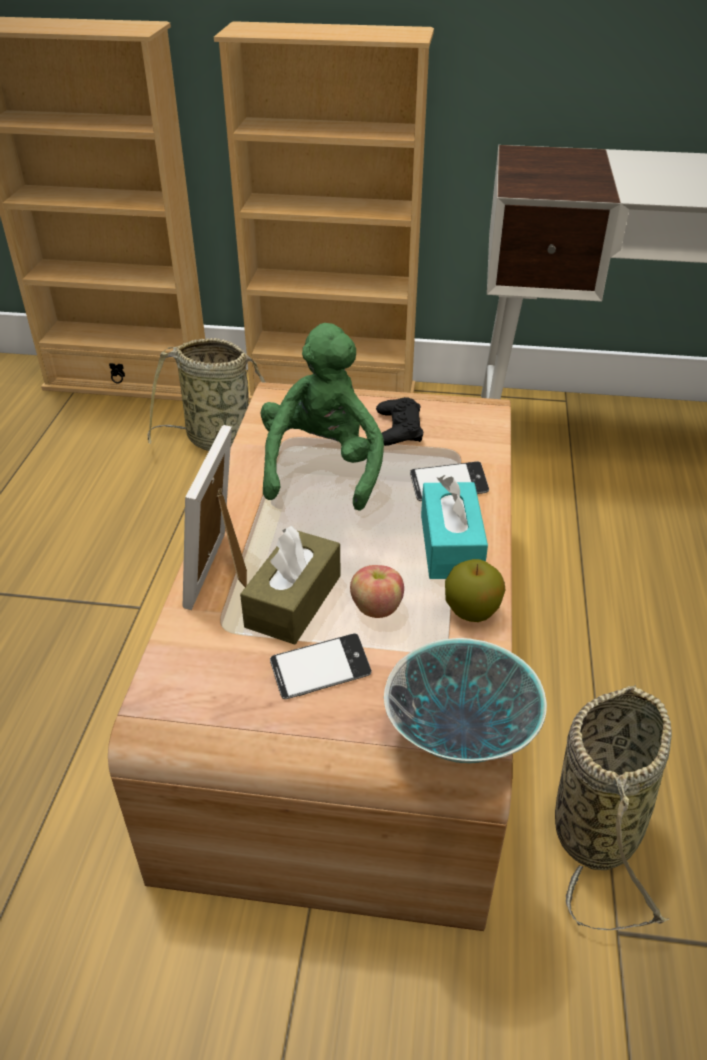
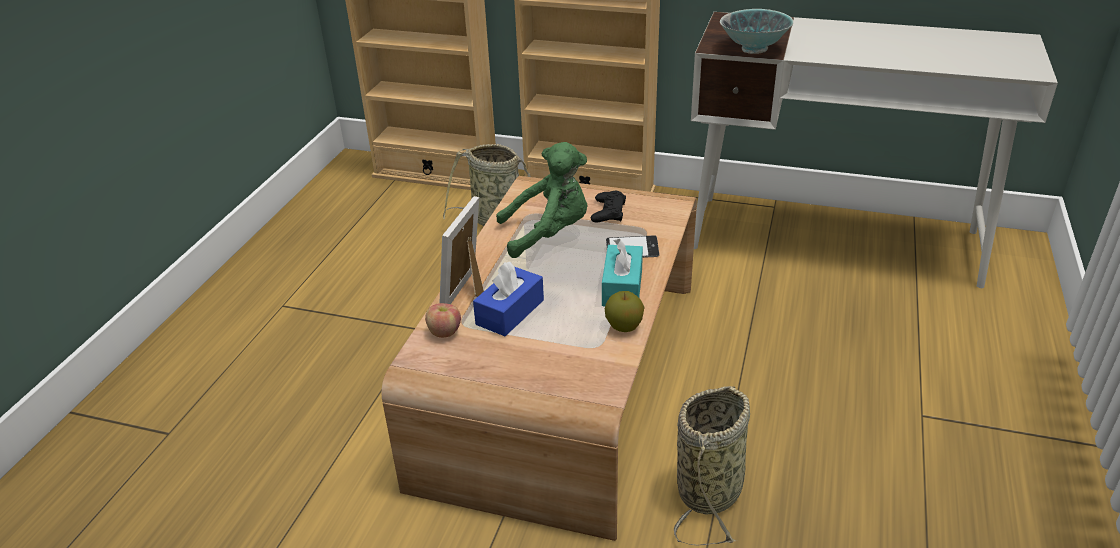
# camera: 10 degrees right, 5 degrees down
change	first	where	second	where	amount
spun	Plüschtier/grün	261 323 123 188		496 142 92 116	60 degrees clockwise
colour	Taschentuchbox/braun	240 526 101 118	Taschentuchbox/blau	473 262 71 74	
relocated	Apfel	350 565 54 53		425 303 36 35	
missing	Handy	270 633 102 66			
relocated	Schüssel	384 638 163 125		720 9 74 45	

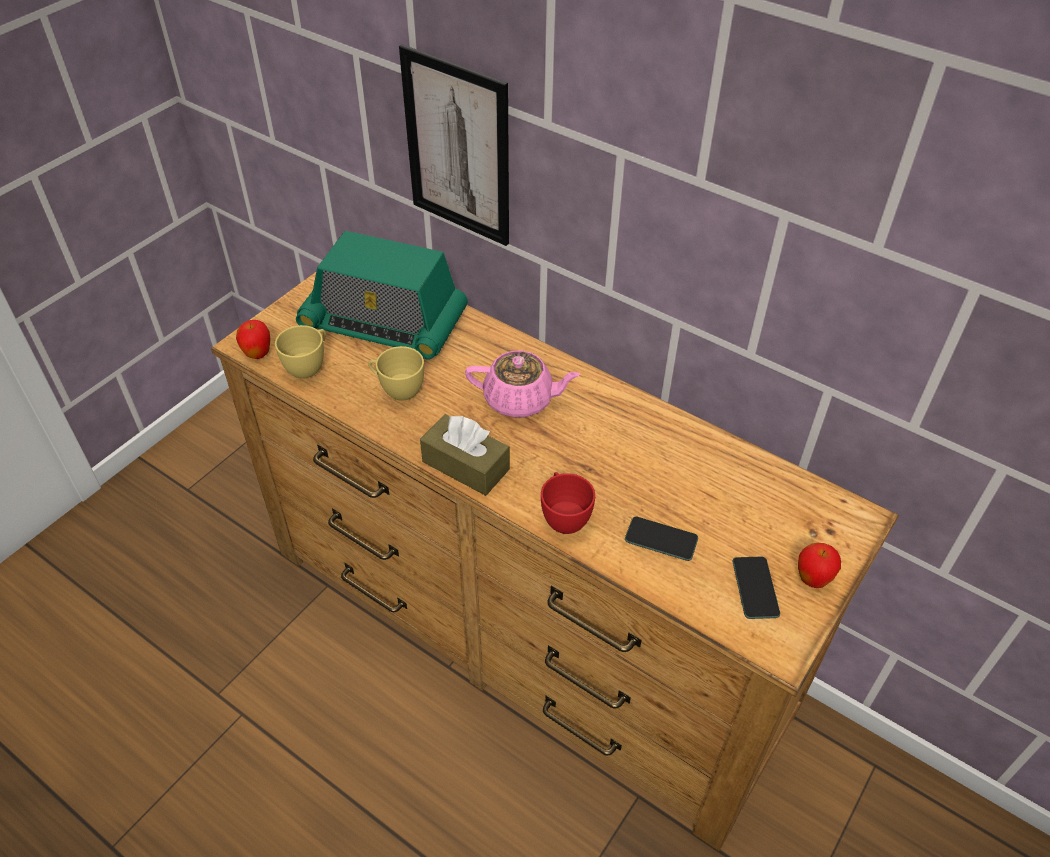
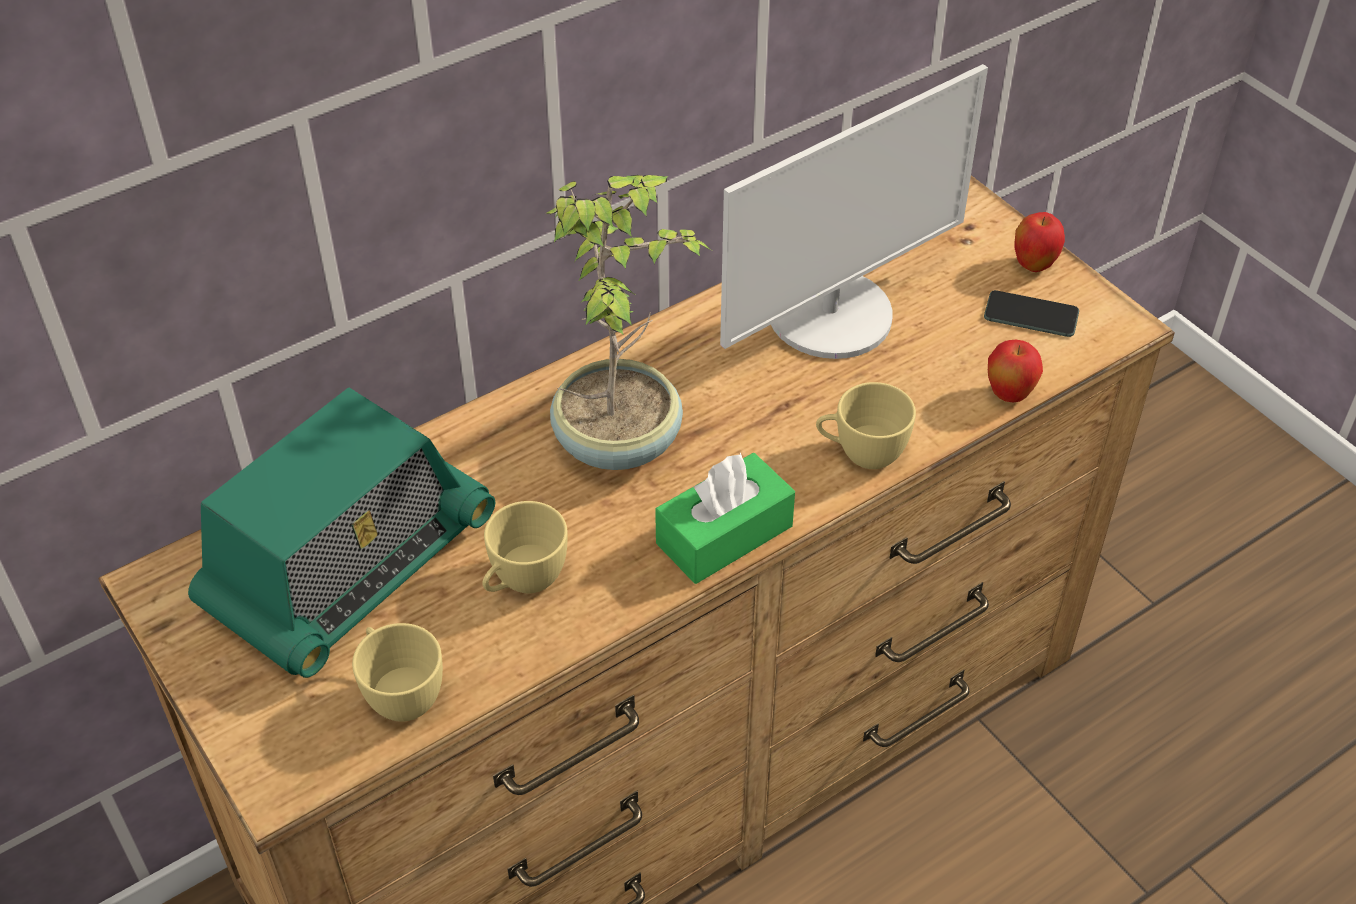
# camera: 70 degrees left, 0 degrees up
change	first	where	second	where	amount
missing	Bild	399 44 110 202			
relocated	Apfel	236 320 35 39		988 340 55 62	
exchanged	Teekanne/rosa	465 350 116 68	Topfpflanze	546 175 165 295	
colour	Taschentuchbox/braun	420 414 90 82	Taschentuchbox/grün	655 452 140 132	
colour	Tasse/rot	541 472 54 62	Tasse/gelb	816 382 100 87	
missing	Handy	625 516 73 45			
appeared			Monitor	720 64 268 295	

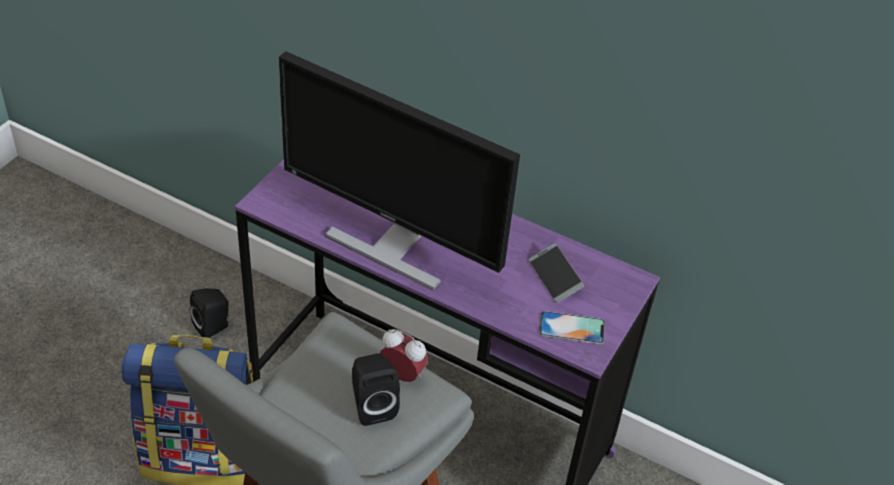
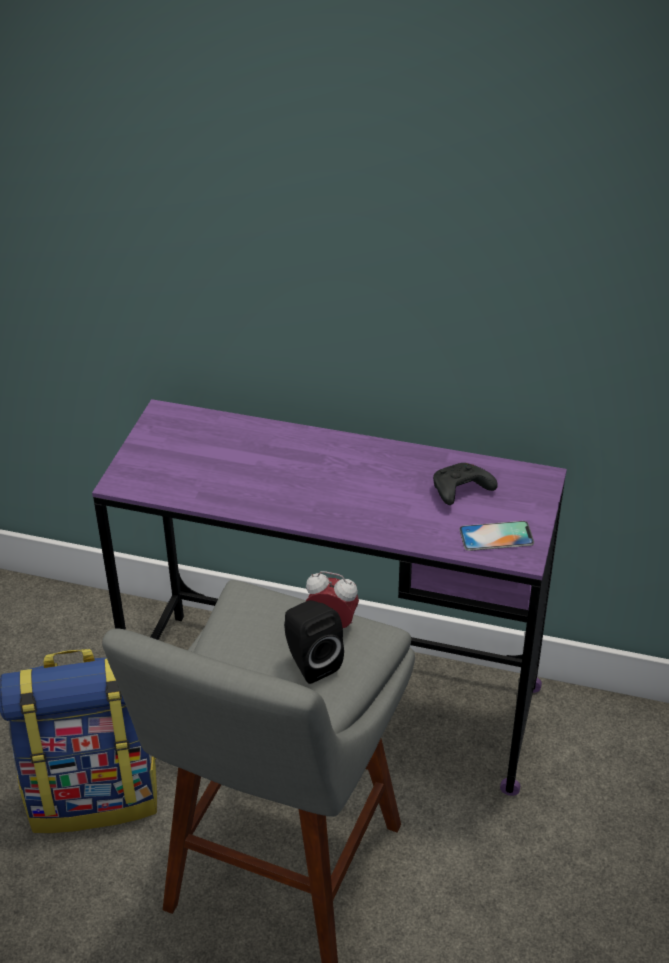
# camera: 10 degrees left, 5 degrees down
change	first	where	second	where	amount
missing	Monitor	279 51 241 240			
exchanged	Handy	529 243 55 60	Gamepad/schwarz	433 463 65 42	
missing	Lautsprecher/schwarz	190 288 39 50			

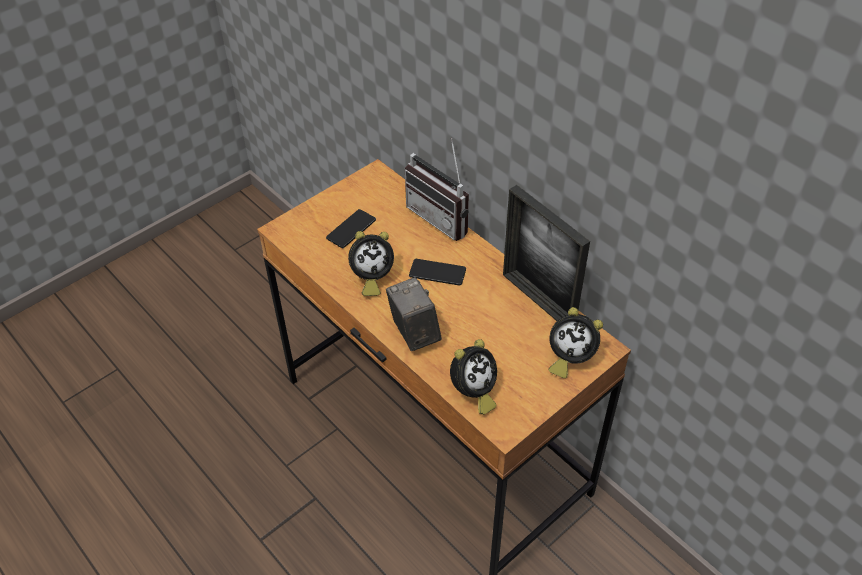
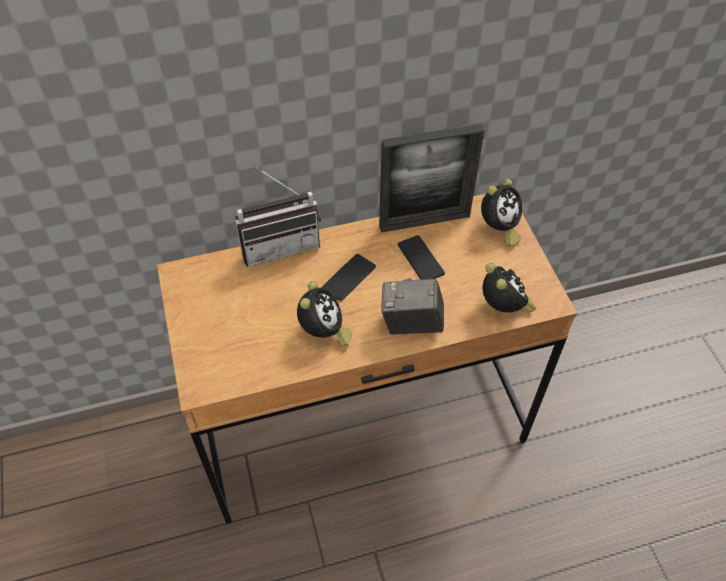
# camera: 65 degrees left, 5 degrees up
change	first	where	second	where	amount
relocated	Handy	326 209 50 39		398 235 47 45	

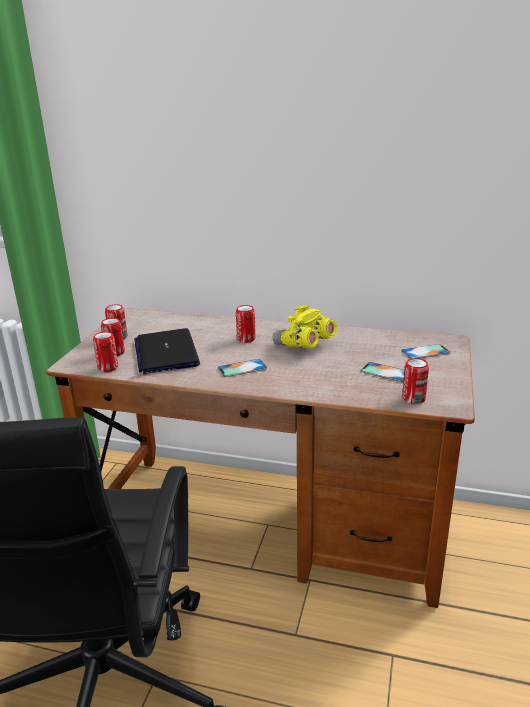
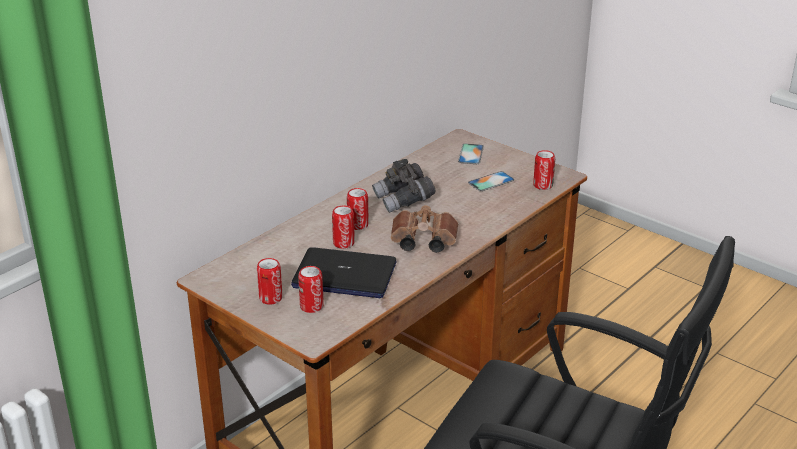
# camera: 65 degrees left, 5 degrees up
change	first	where	second	where	amount
colour	Fernglas/gelb	273 305 64 44	Fernglas/grau	372 159 64 54	
relocated	Dose	93 331 25 41		332 206 23 43	
exchanged	Handy	218 359 49 18	Fernglas/braun	391 205 68 48	

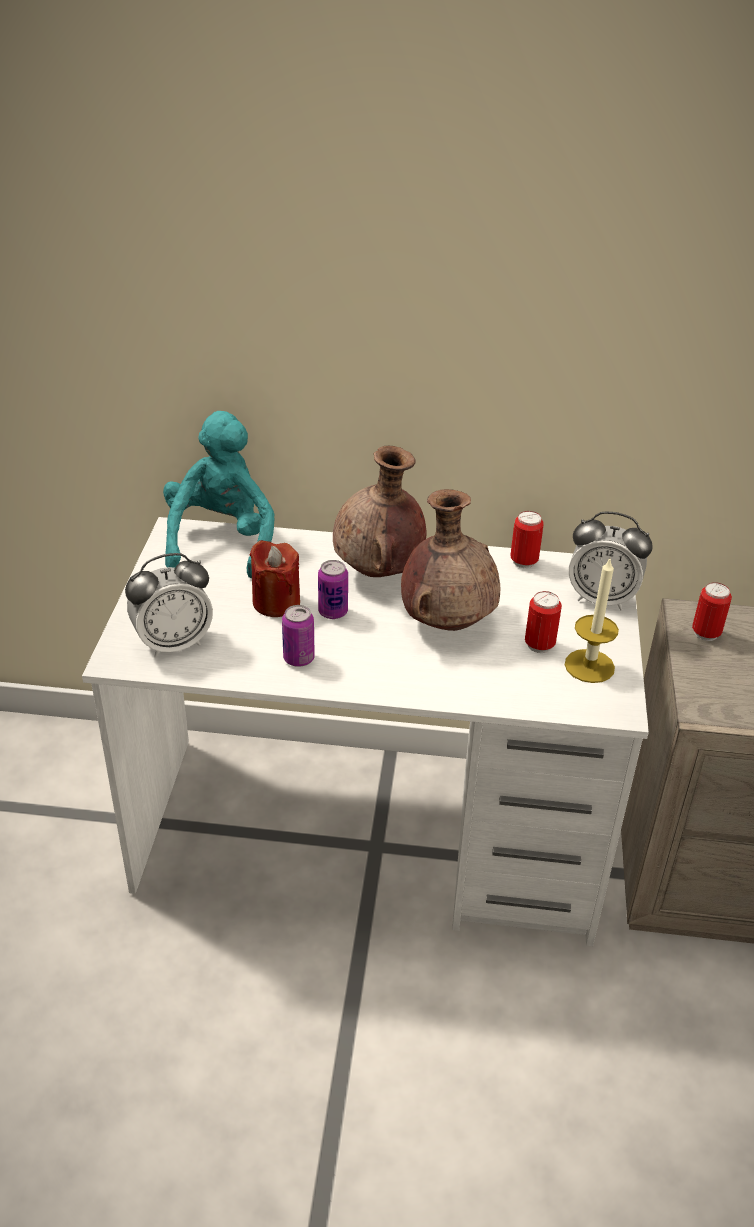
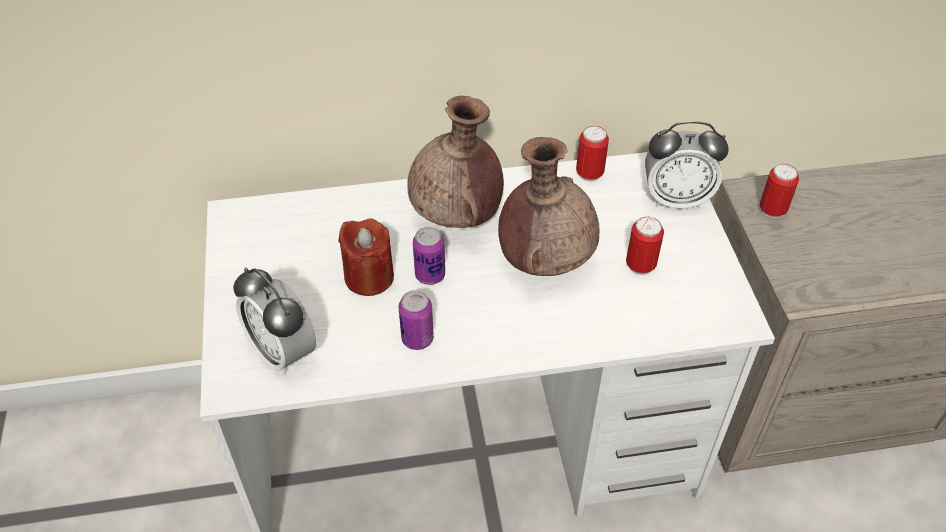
# camera: 15 degrees left, 10 degrees up
change	first	where	second	where	amount
missing	Plüschtier/türkis	163 411 112 167			
spun	Wecker	125 553 88 105		233 267 83 109	90 degrees clockwise
missing	Kerze	565 559 54 124			

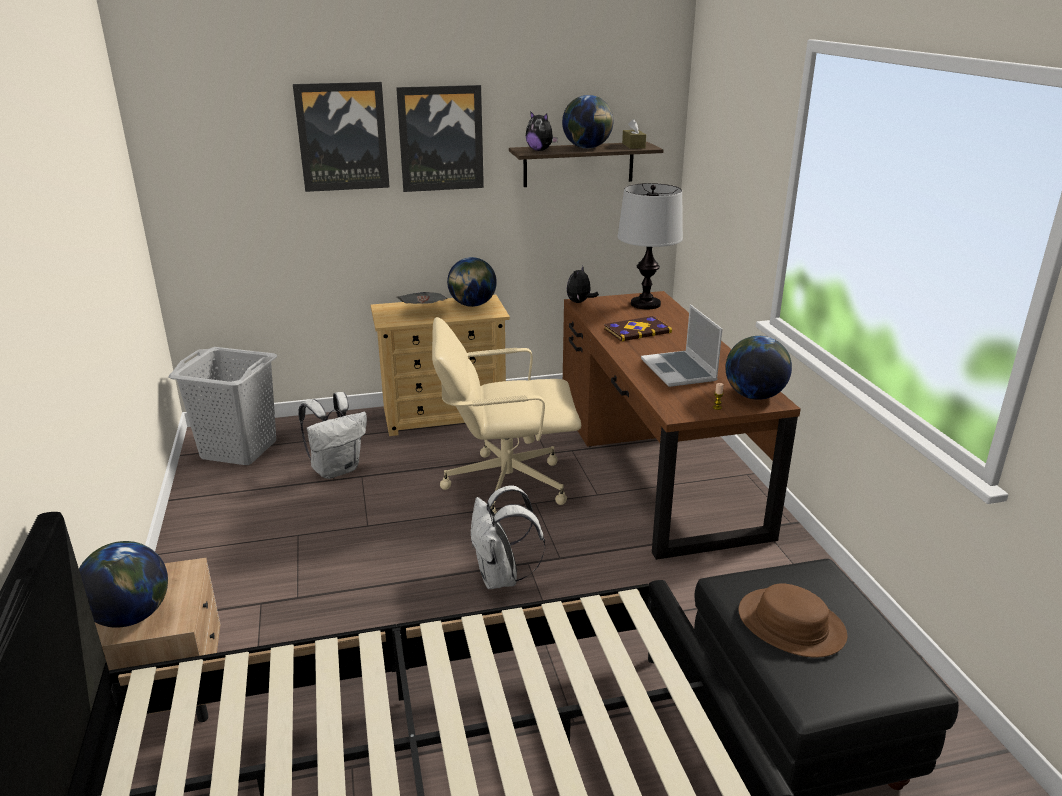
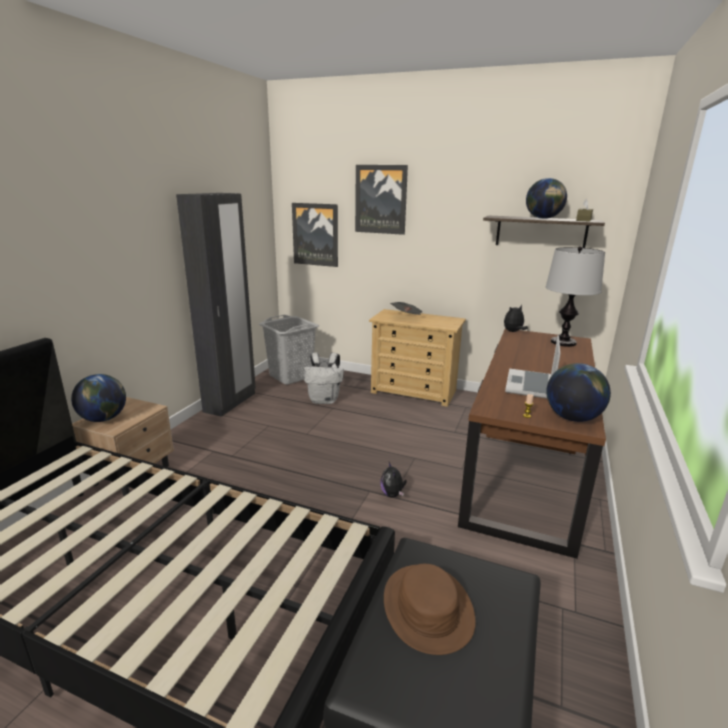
# camera: 35 degrees right, 5 degrees down
change	first	where	second	where	amount
relocated	Bild	396 85 88 107		292 203 46 64	
relocated	Plüschtier	526 111 32 40		380 462 27 35	
missing	Globus	447 257 50 50			
missing	Buch	604 316 68 26			
missing	Bürostuhl/beige	432 317 149 197			
missing	Rucksack/weiß	471 485 74 104			
appeared			Kleiderschrank/schwarz	176 193 80 224	

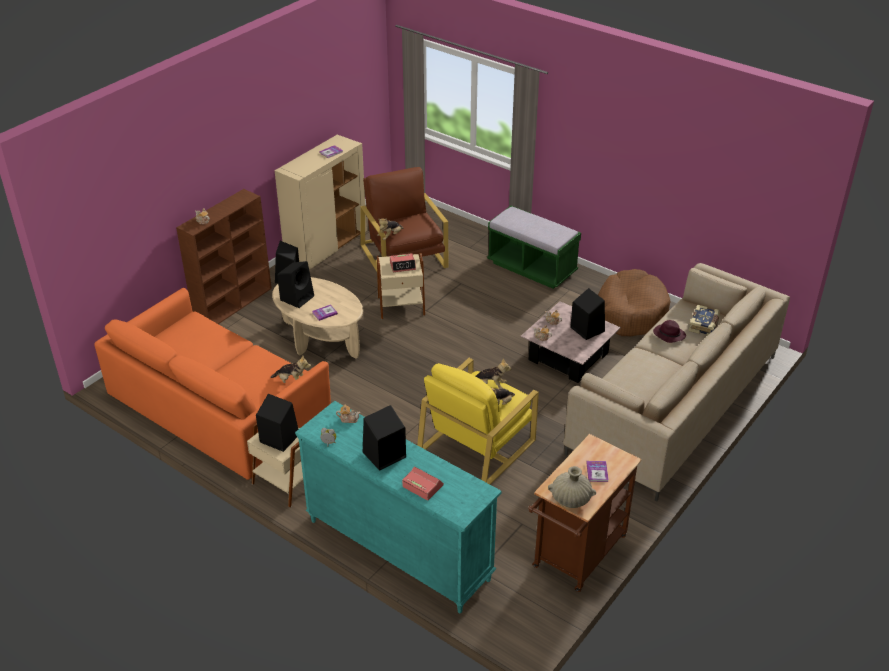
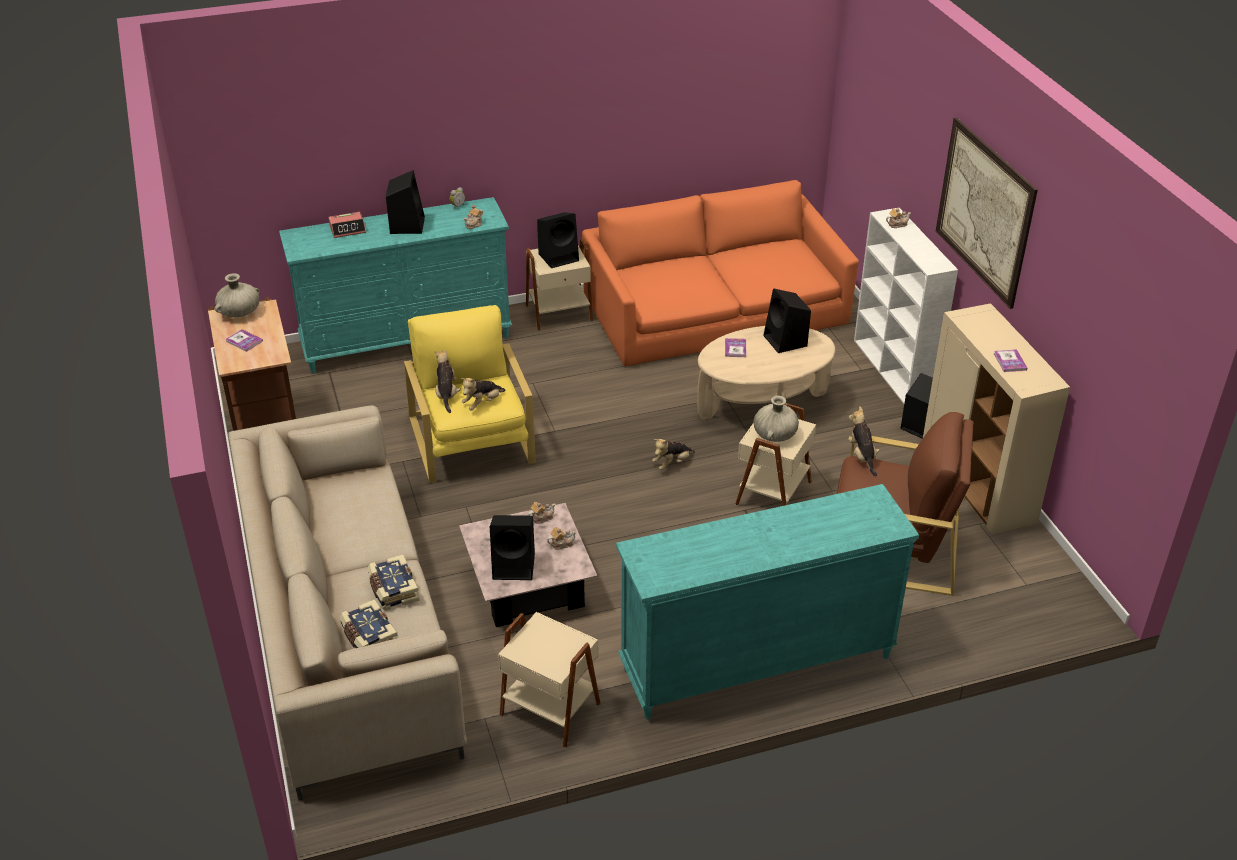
# camera: 125 degrees right, 0 degrees up
change	first	where	second	where	amount
colour	Bücherregal/braun	176 189 96 135	Bücherregal/weiß	854 208 104 196	
exchanged	Bank/grün	487 206 94 83	Kommode/türkis	616 484 303 236	
exchanged	Wecker	390 253 26 19	Vase/beige	753 396 46 46	
exchanged	Hundebett/braun	598 269 72 68	Beistelltisch/beige	498 612 103 136	
exchanged	Hut/lila	653 320 33 23	Buch	368 555 52 56	
relocated	Plüschtier	270 356 41 27		652 439 43 31	
appeared			Bild	936 117 102 192	

